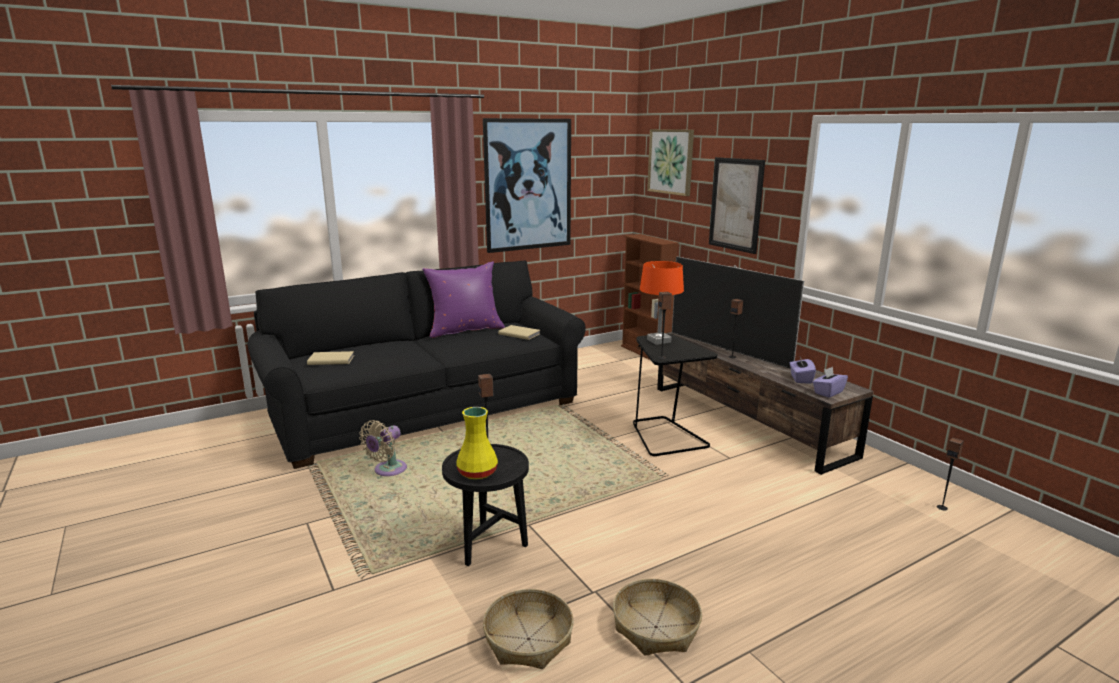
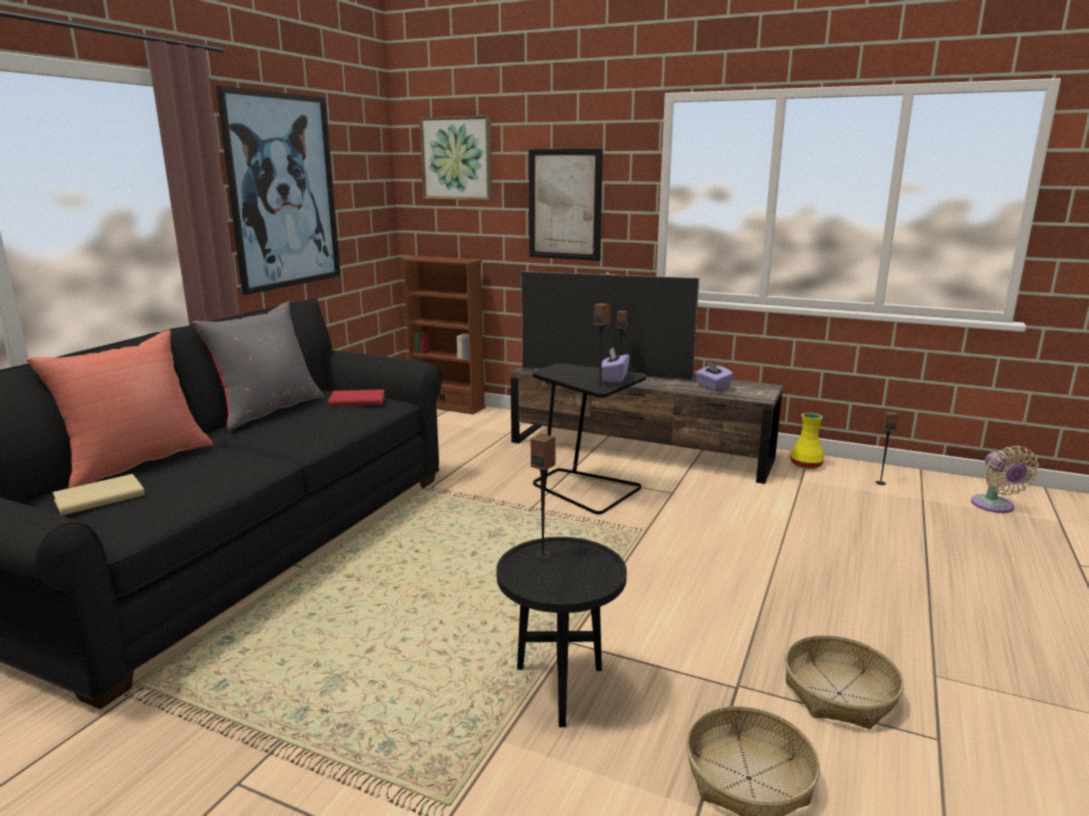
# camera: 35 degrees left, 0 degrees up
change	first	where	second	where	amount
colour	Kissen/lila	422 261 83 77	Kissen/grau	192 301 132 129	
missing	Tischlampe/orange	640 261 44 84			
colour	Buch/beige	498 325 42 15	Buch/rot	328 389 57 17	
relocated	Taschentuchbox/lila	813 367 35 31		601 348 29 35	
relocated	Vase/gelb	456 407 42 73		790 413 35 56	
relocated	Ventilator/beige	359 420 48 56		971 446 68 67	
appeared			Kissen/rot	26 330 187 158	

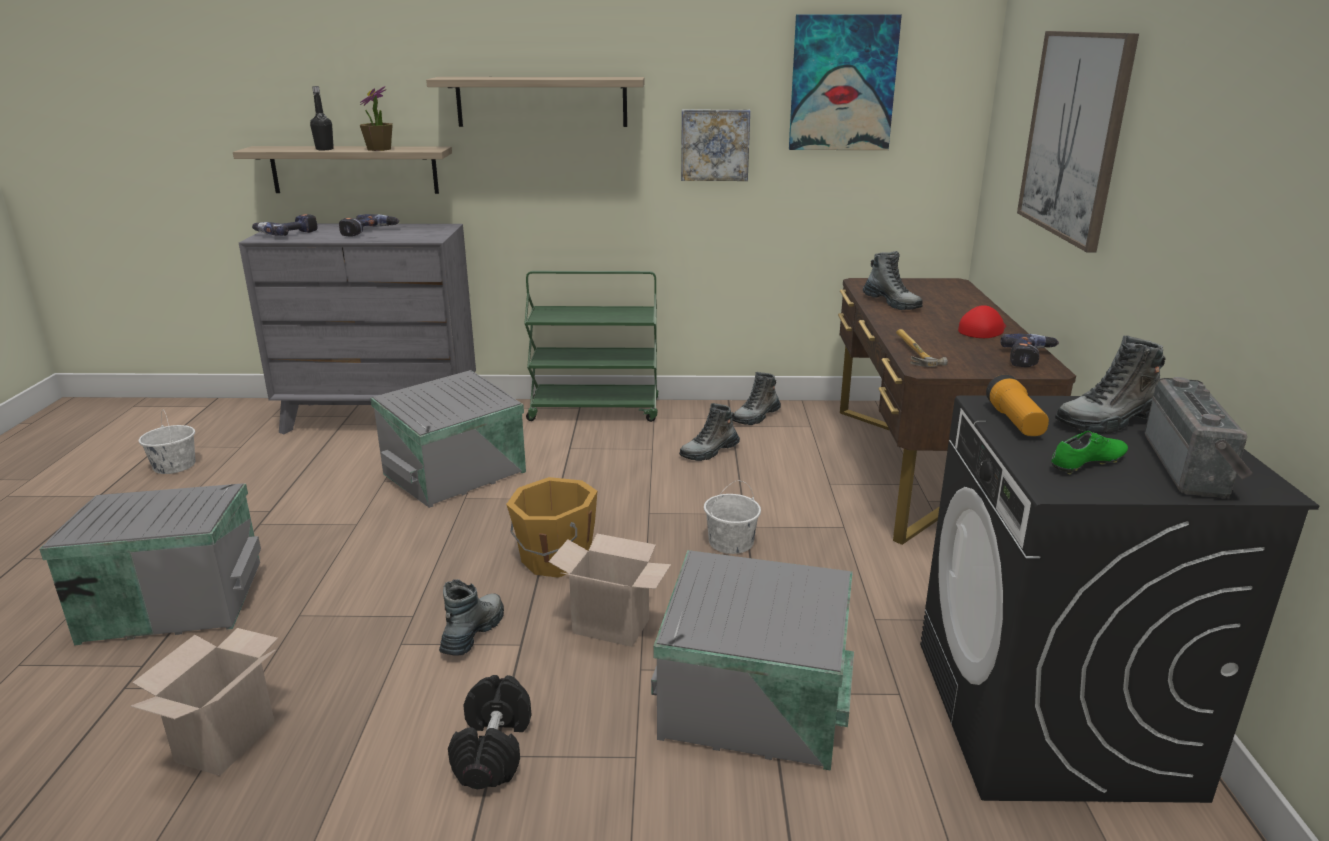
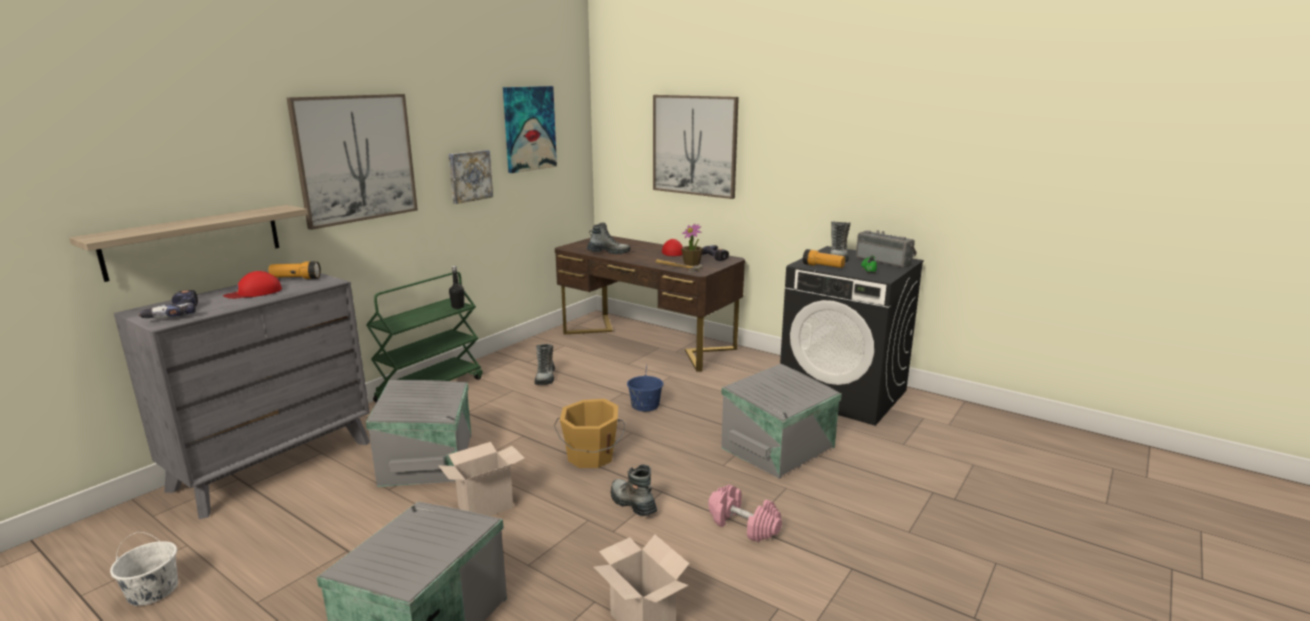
# camera: 55 degrees left, 5 degrees down
change	first	where	second	where	amount
exchanged	Wandregal	426 77 219 50	Bild	286 94 132 136	
relocated	Flasche/schwarz	310 86 24 64		449 266 15 43	
relocated	Topfpflanze	360 86 33 65		681 223 22 43	
exchanged	Bohrmaschine	339 214 60 23	Kappe/rot	223 271 59 28	
missing	Stiefel	732 372 49 53			
colour	Eimer/weiß	704 481 57 73	Eimer/blau	627 365 36 46	
relocated	Karton	549 534 122 113		438 442 87 74	
colour	Hantel/schwarz	448 675 83 114	Hantel/rosa	708 485 74 57	
appeared			Taschenlampe	268 261 53 18	

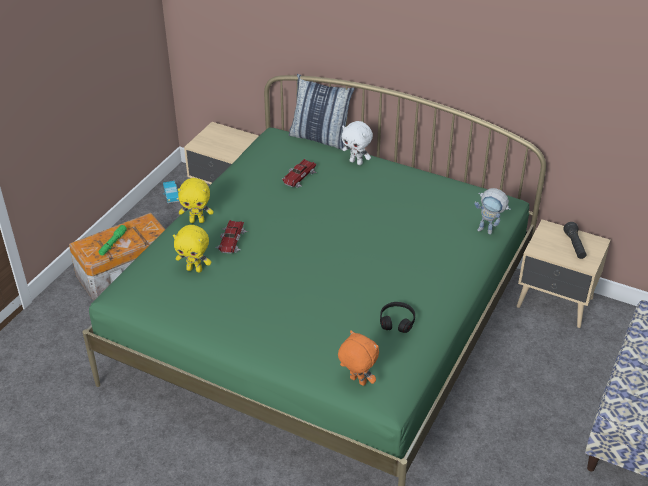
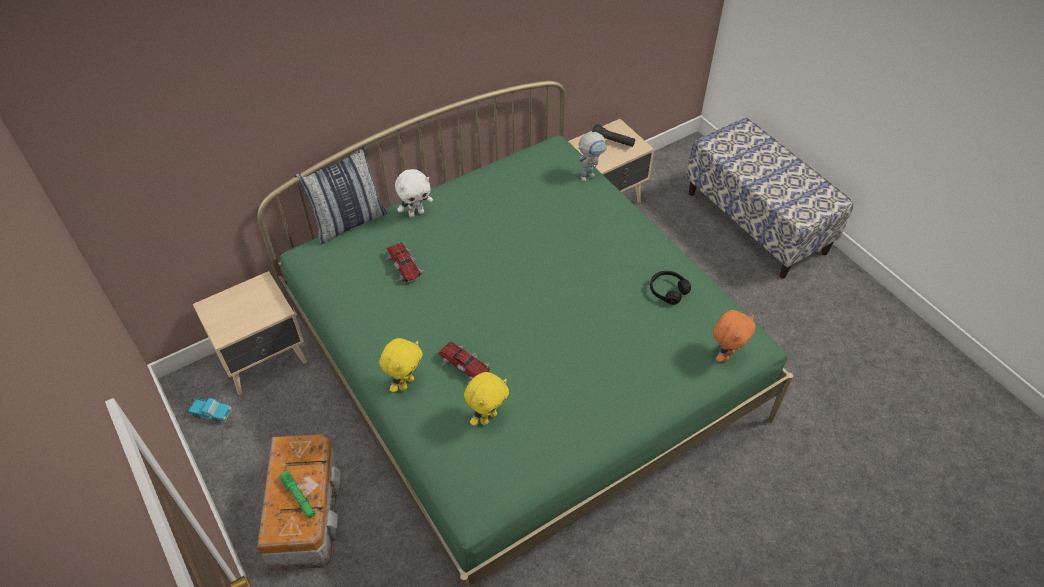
# camera: 60 degrees left, 10 degrees up
change	first	where	second	where	amount
spun	Plüschtier/orange	338 330 41 56		713 310 42 52	150 degrees clockwise

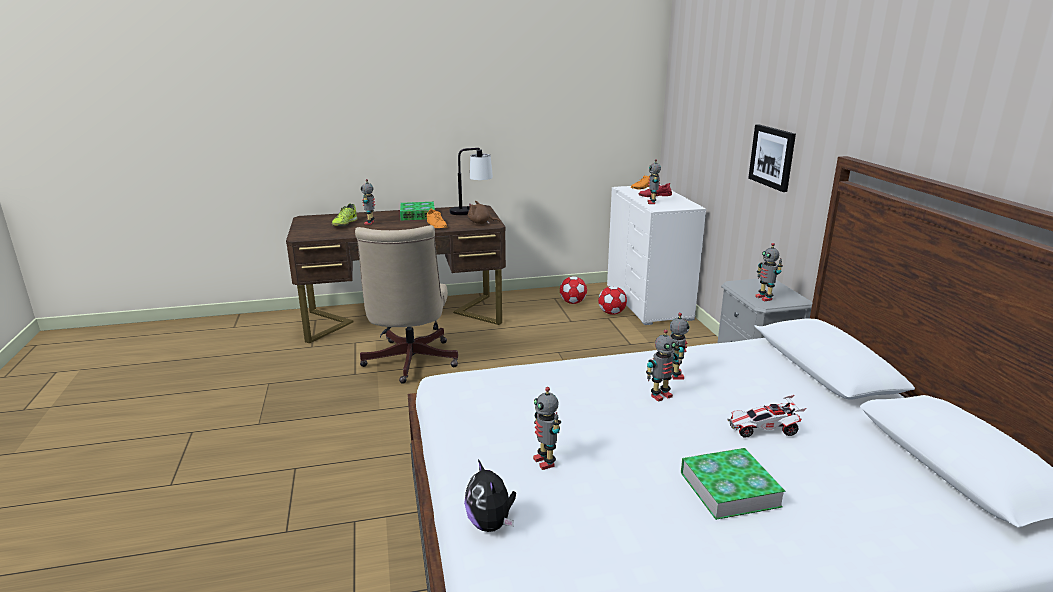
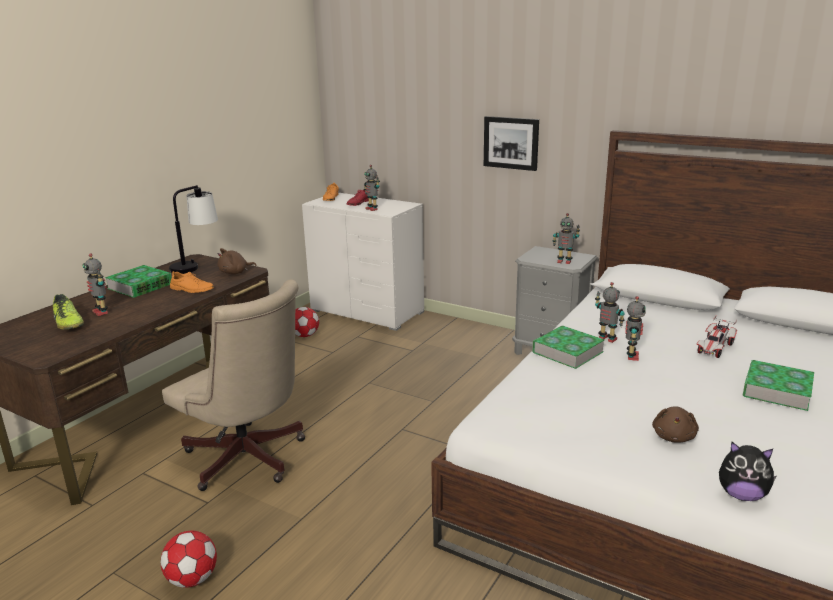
# camera: 45 degrees left, 0 degrees up
change	first	where	second	where	amount
relocated	Fußball	598 286 29 29		160 531 57 57	
exchanged	Spielzeugroboter	533 387 28 83	Plüschtier/braun	652 406 47 37	
appeared			Buch	532 325 73 44	

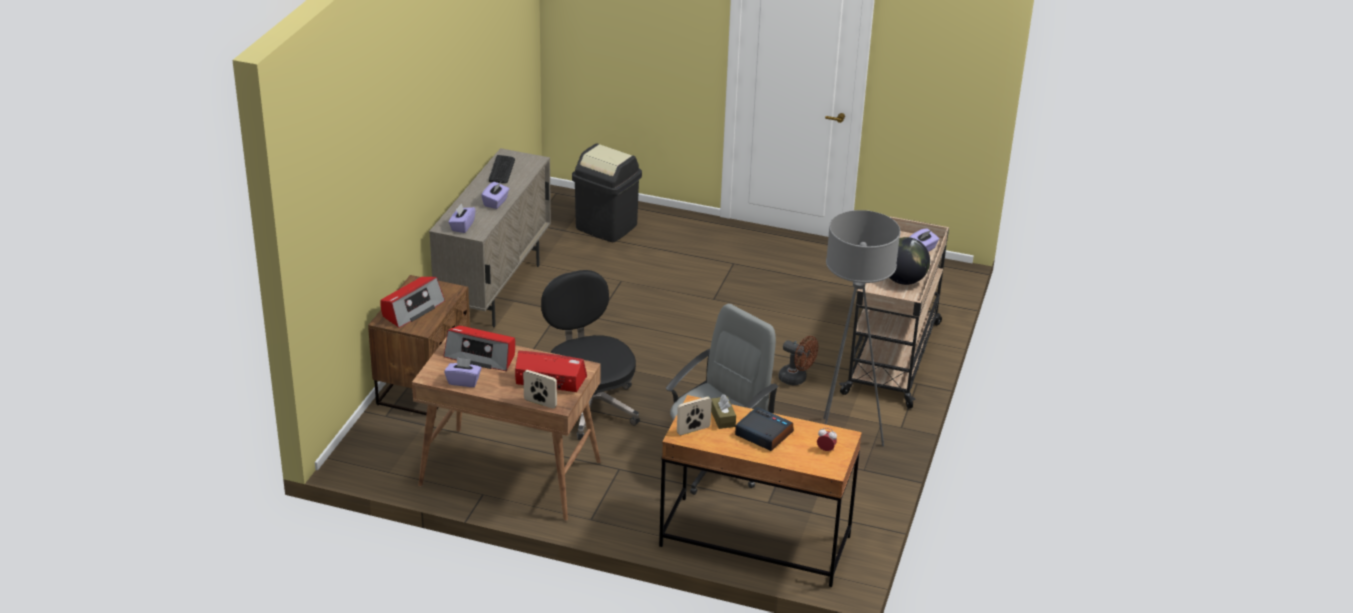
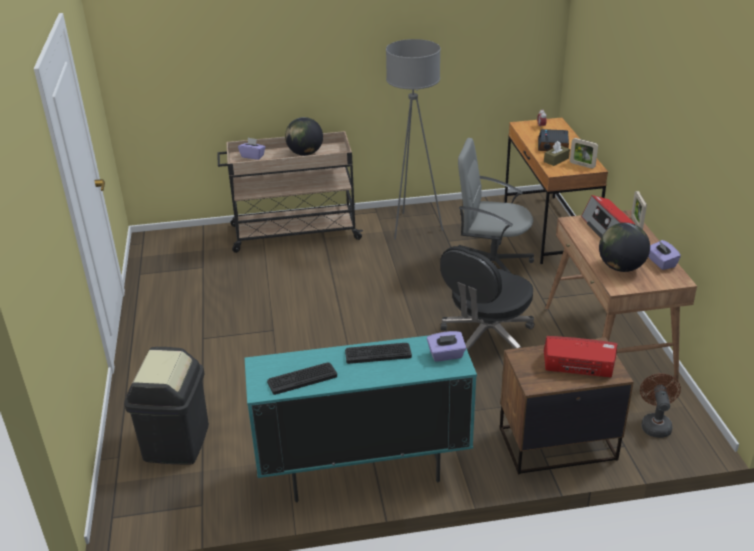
# camera: 115 degrees left, 0 degrees up
change	first	where	second	where	amount
colour	Schrank/beige	429 148 122 179	Schrank/türkis	244 335 233 168	
exchanged	Taschentuchbox/lila	481 182 28 27	Tastatur	345 343 67 21	
exchanged	Radio	444 326 71 45	Globus	599 223 51 49	
relocated	Ventilator/braun	778 336 40 49		640 373 41 65	

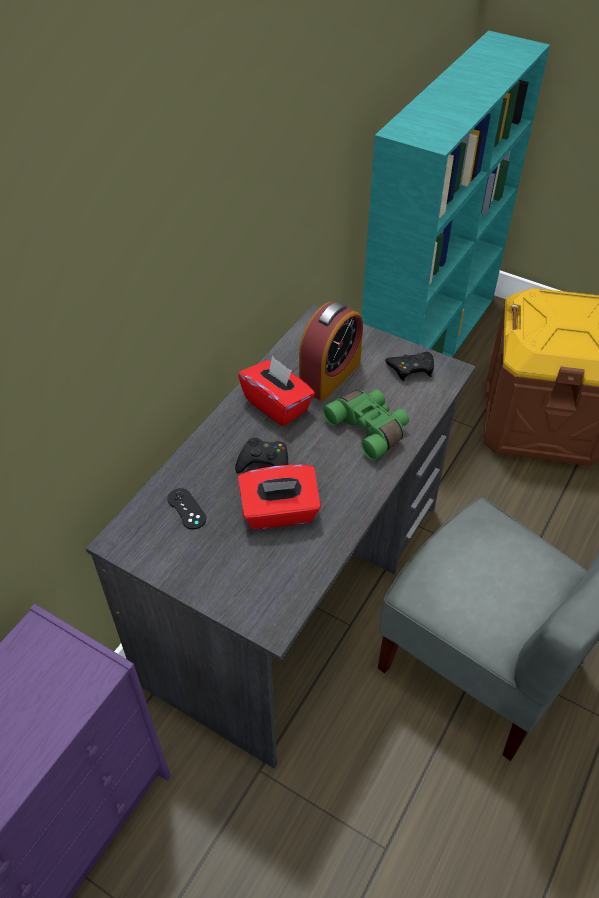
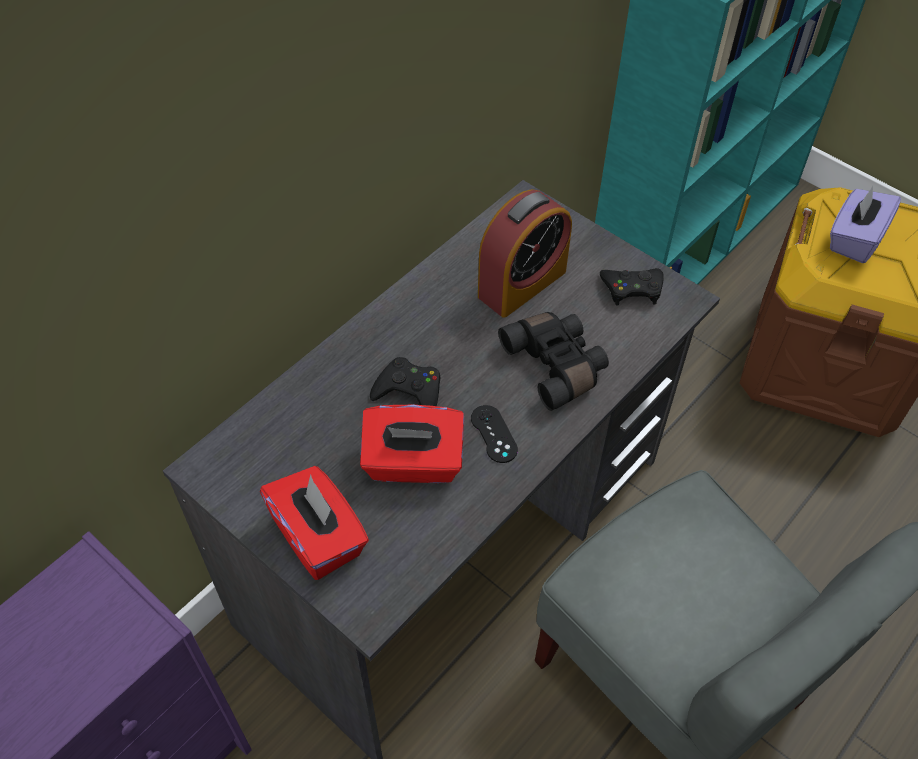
# camera: 10 degrees right, 5 degrees up
change	first	where	second	where	amount
relocated	Taschentuchbox/rot	238 356 77 70		260 466 109 114	
colour	Fernglas/grün	322 389 87 71	Fernglas/schwarz	498 312 111 99	
relocated	Gamepad/schwarz	167 488 39 41		471 405 47 58	
appeared			Taschentuchbox/lila	830 186 71 77	

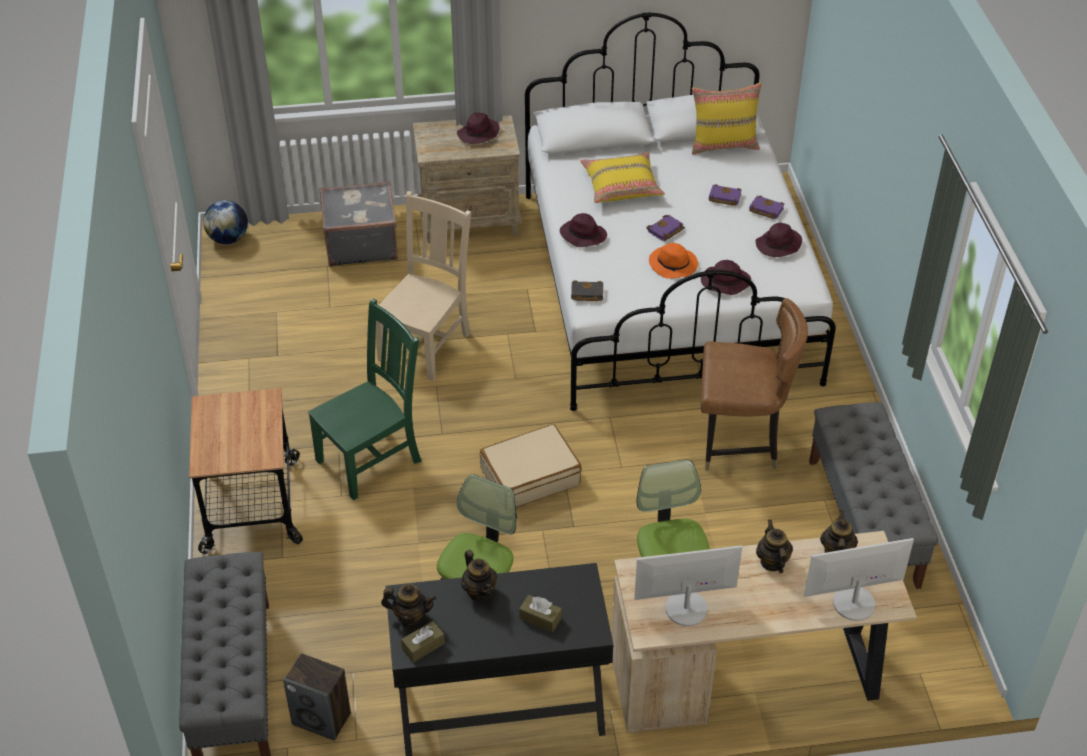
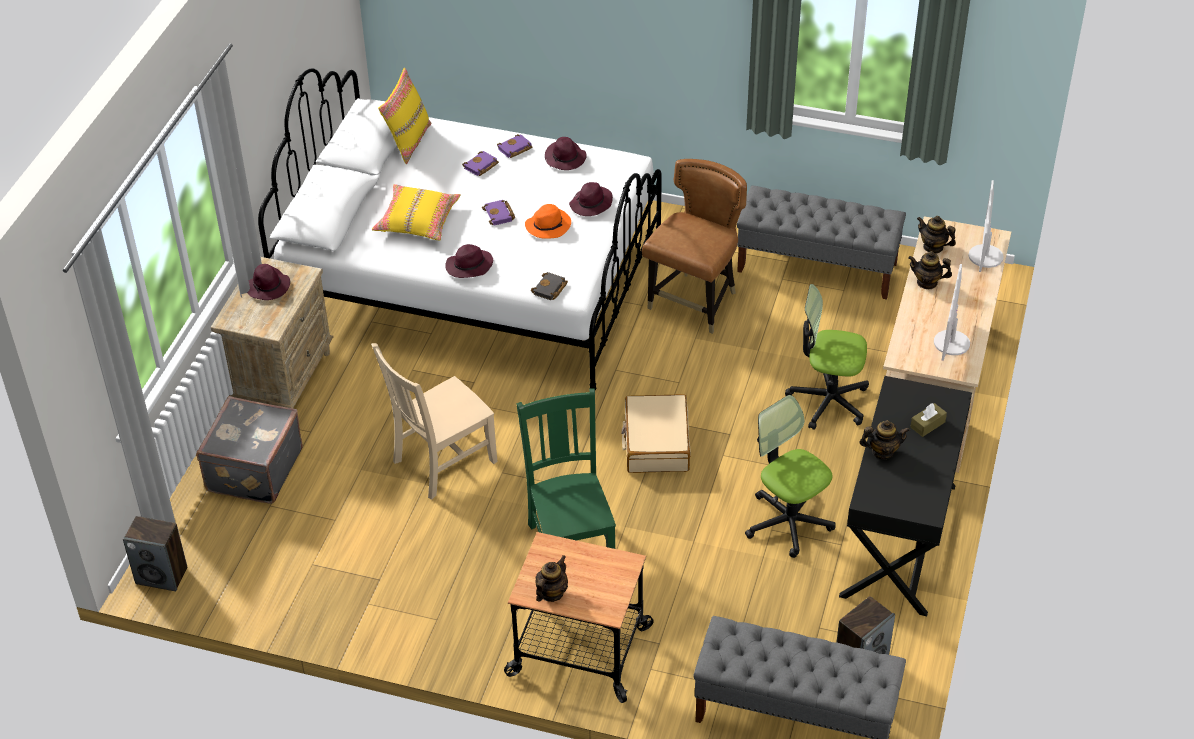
# camera: 65 degrees left, 0 degrees up
change	first	where	second	where	amount
spun	Stuhl/beige	376 191 95 190		371 343 127 157	90 degrees counterclockwise
exchanged	Globus	203 200 45 44	Lautsprecher	123 516 65 75	
relocated	Teekanne	381 584 55 43		536 555 32 47	
missing	Taschentuchbox/braun	401 621 44 41			

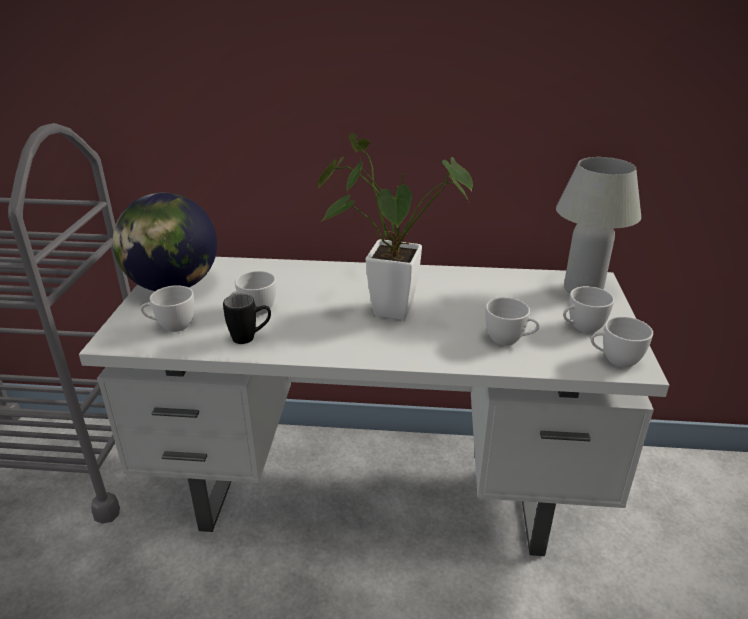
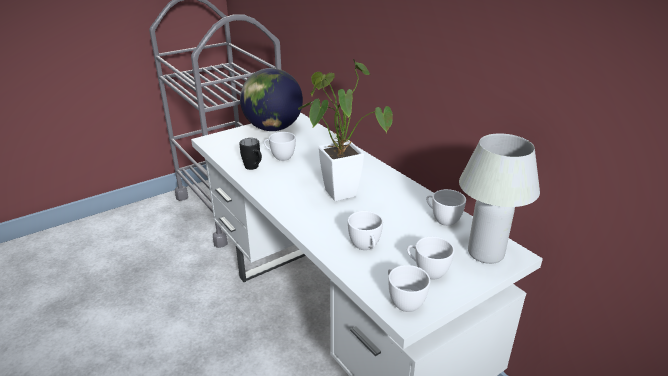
# camera: 50 degrees right, 0 degrees up
change	first	where	second	where	amount
relocated	Tasse/weiß	140 285 54 47		426 189 40 37	

